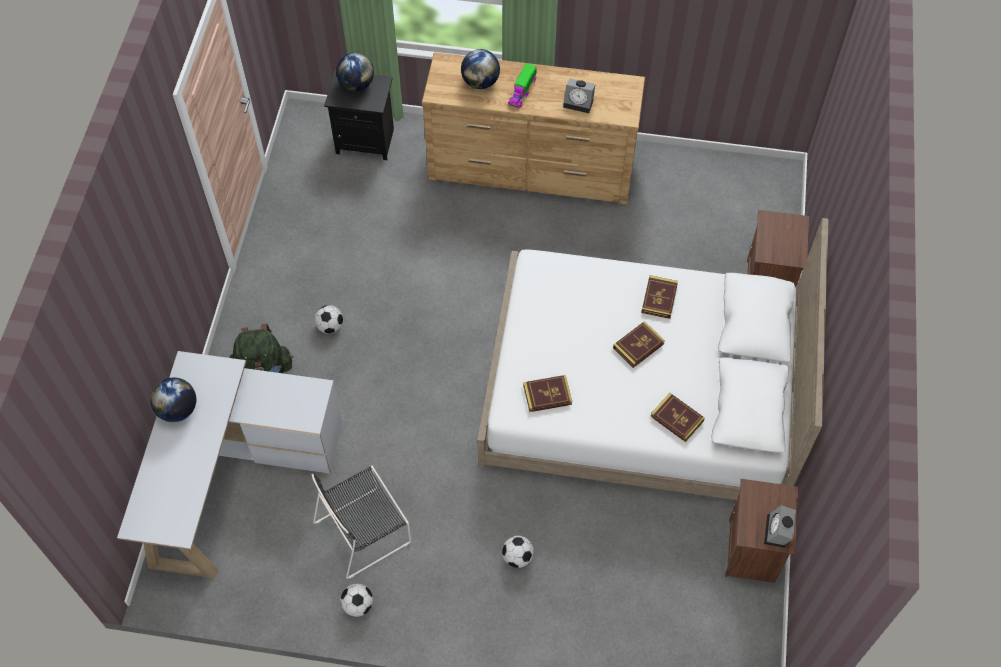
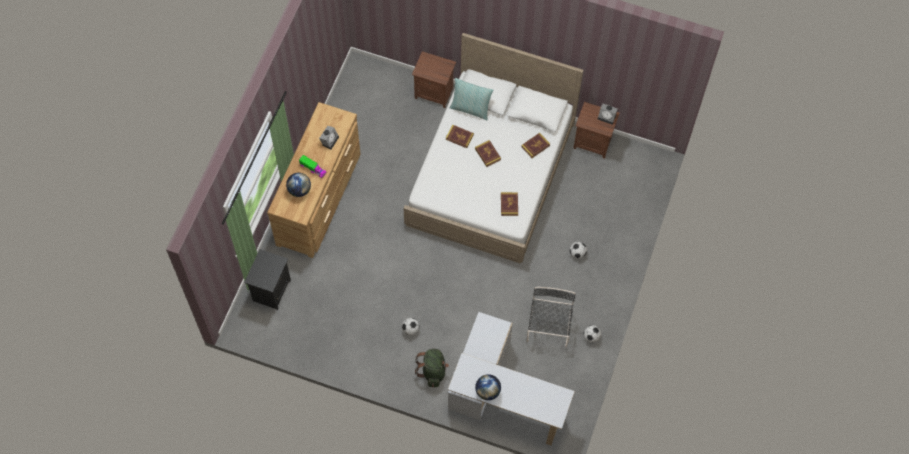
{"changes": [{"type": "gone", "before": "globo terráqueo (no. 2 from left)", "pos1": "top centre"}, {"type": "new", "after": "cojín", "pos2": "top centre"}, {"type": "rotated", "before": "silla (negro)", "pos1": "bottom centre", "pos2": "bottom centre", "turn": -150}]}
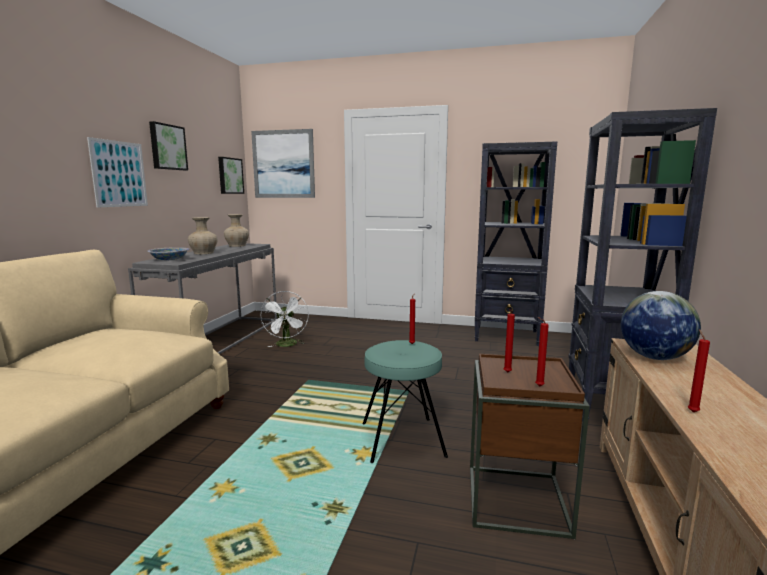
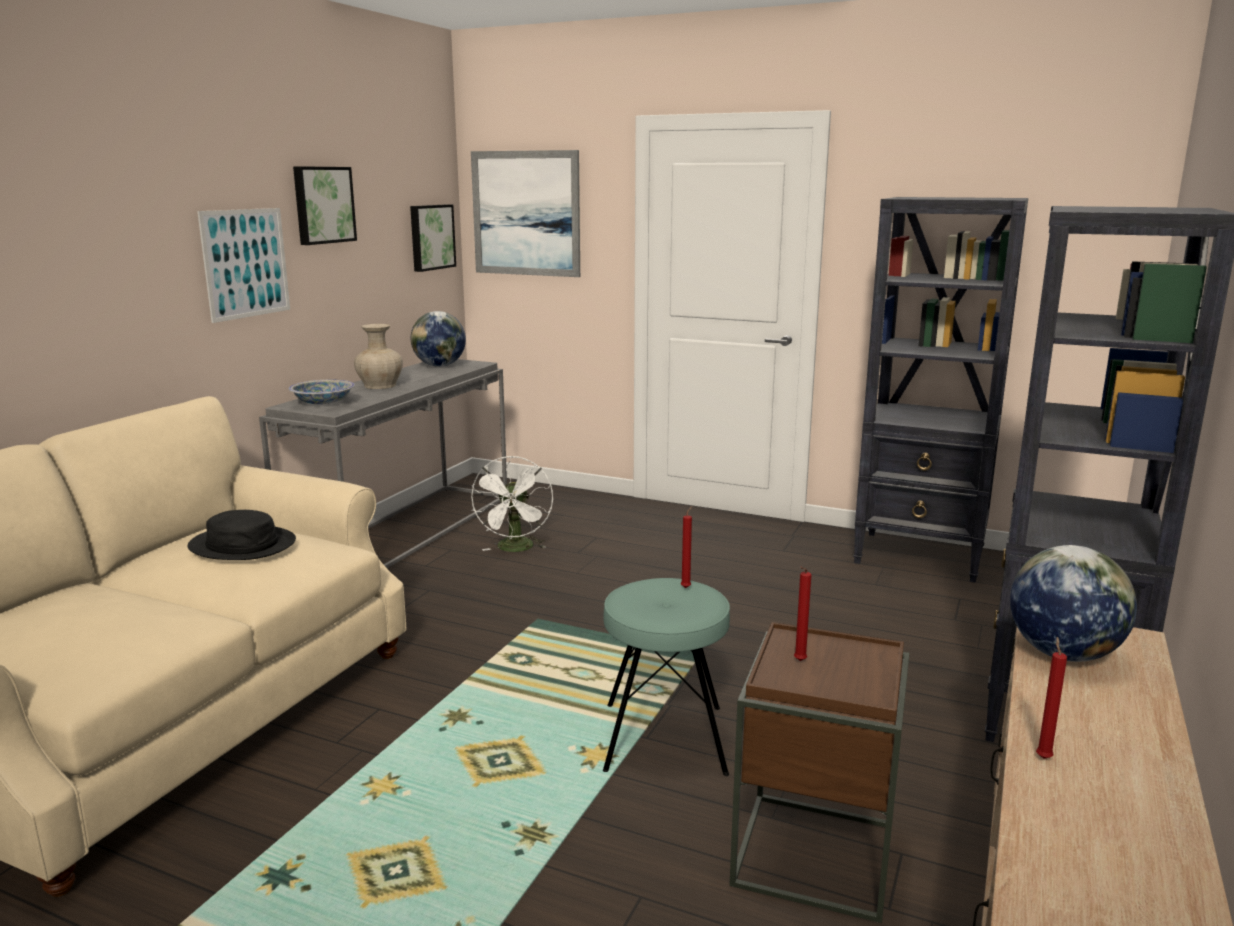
{"changes": [{"type": "gone", "before": "vela (rojo) (no. 3 from left)", "pos1": "middle right"}, {"type": "new", "after": "sombrero (negro)", "pos2": "middle left"}, {"type": "swapped", "before": "florero (beis) (no. 2 from left)", "after": "globo terráqueo (no. 1 from left)", "pos1": "middle left", "pos2": "centre"}]}
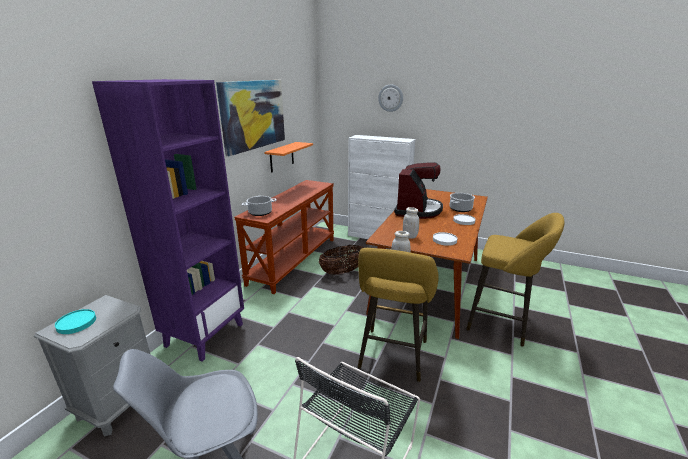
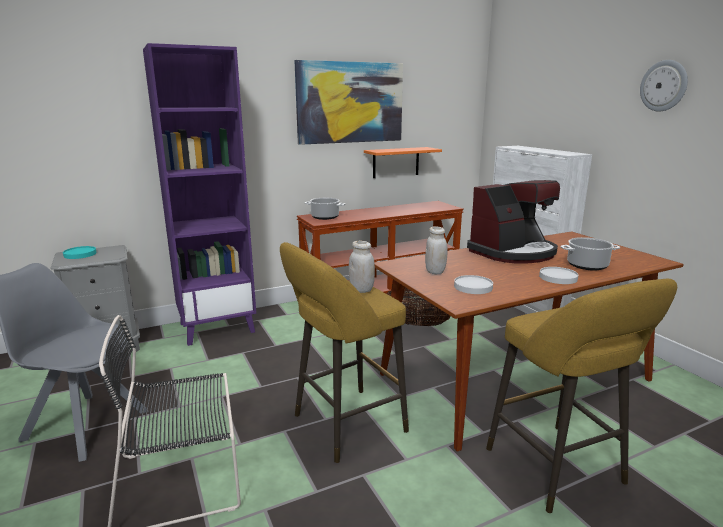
{"changes": [{"type": "shifted", "before": "reloj de pared", "pos1": "top centre", "pos2": "top right"}]}
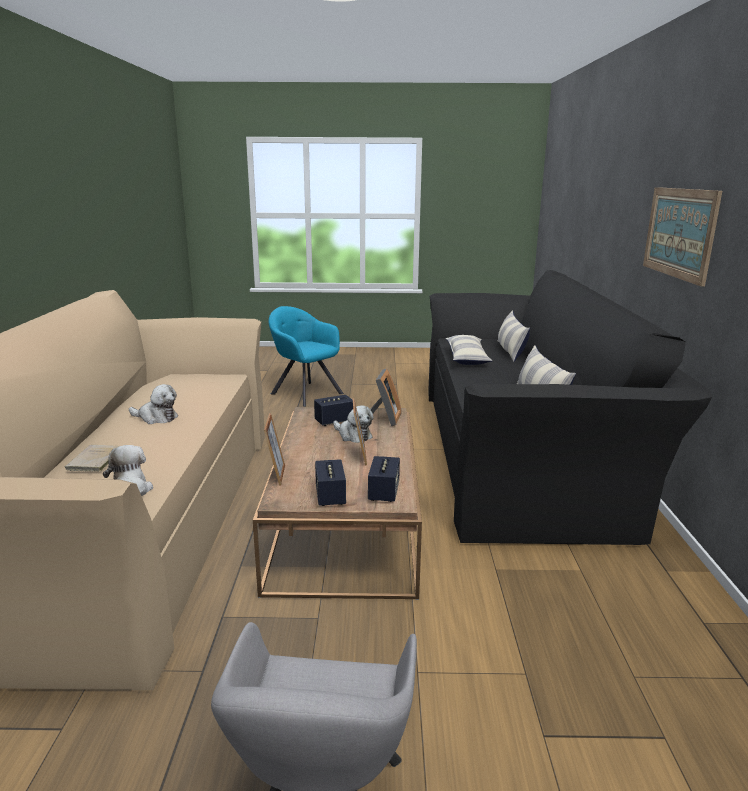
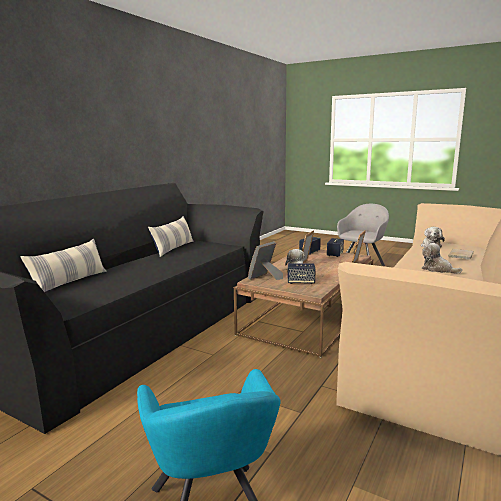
{"changes": [{"type": "gone", "before": "cojín (no. 1 from left)", "pos1": "centre"}, {"type": "gone", "before": "cuadro", "pos1": "top right"}]}
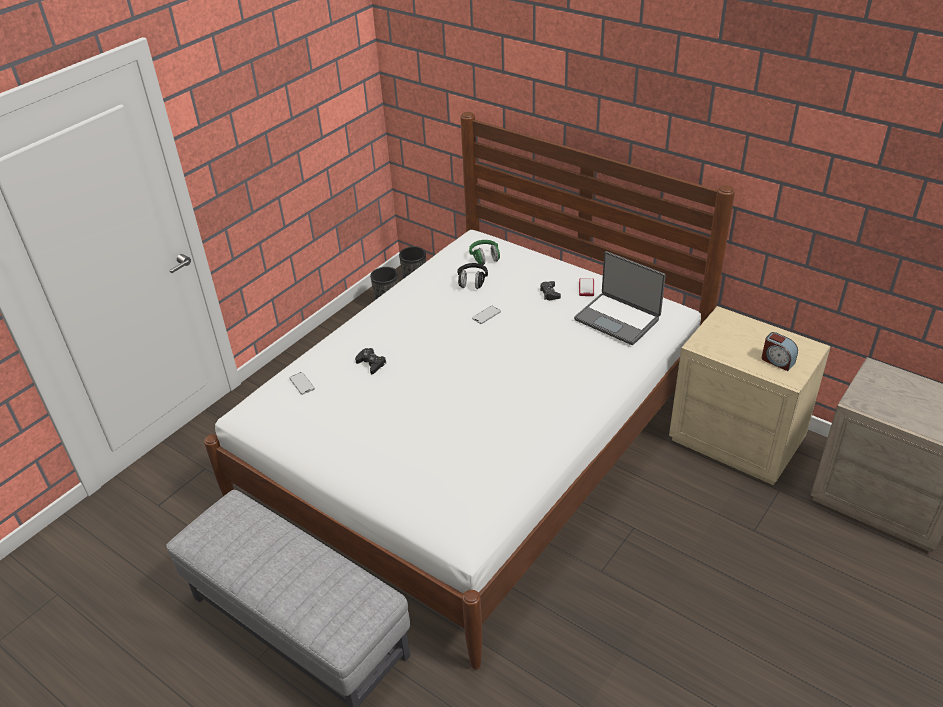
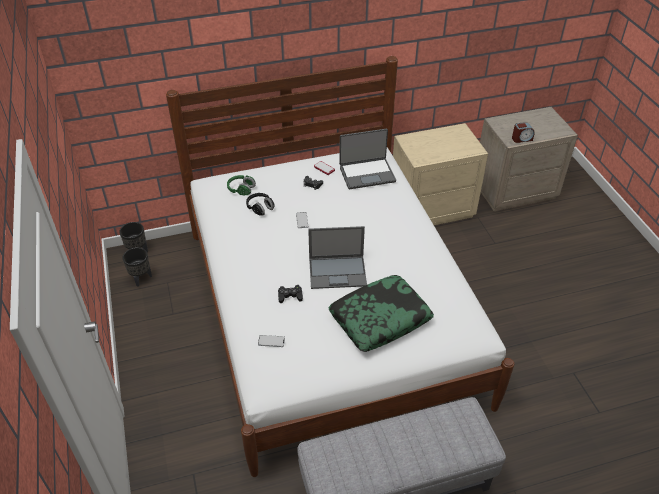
{"changes": [{"type": "new", "after": "portátil (no. 1 from left)", "pos2": "centre"}, {"type": "new", "after": "cojín", "pos2": "centre"}, {"type": "shifted", "before": "despertador", "pos1": "middle right", "pos2": "top right"}]}
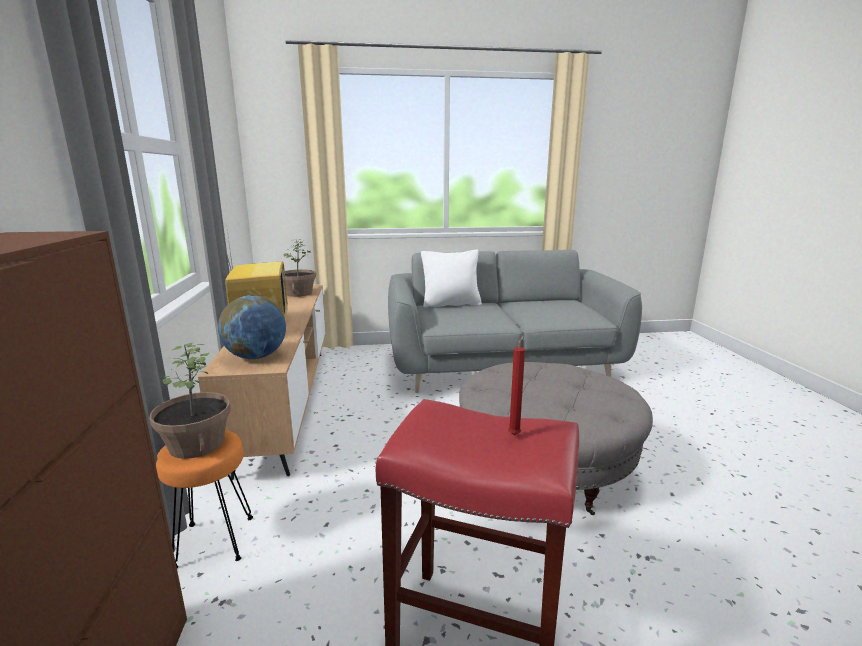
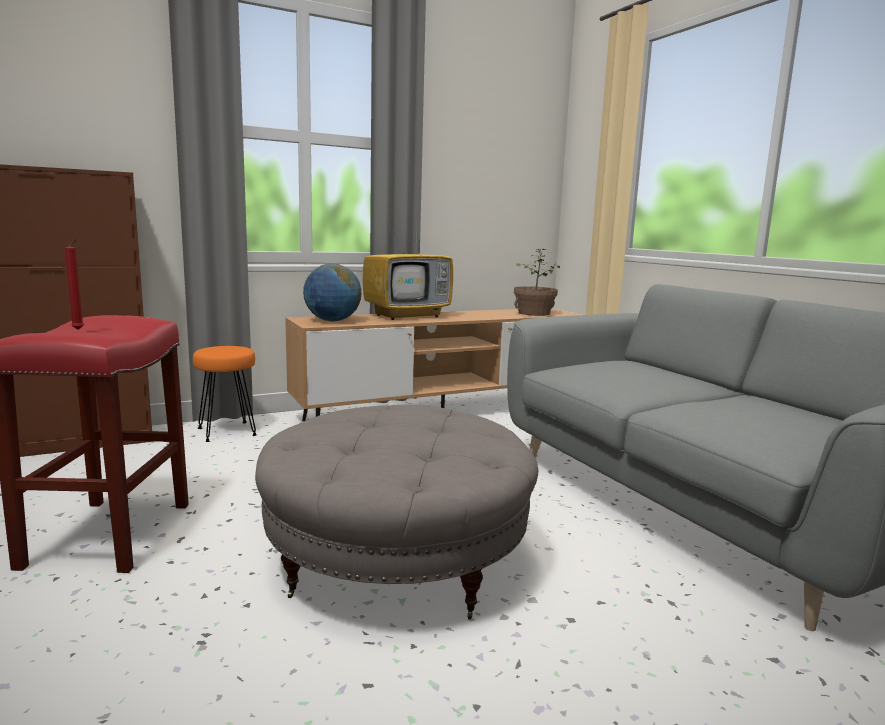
{"changes": [{"type": "gone", "before": "planta en maceta (no. 1 from left)", "pos1": "middle left"}, {"type": "gone", "before": "cojín (blanco)", "pos1": "centre"}]}
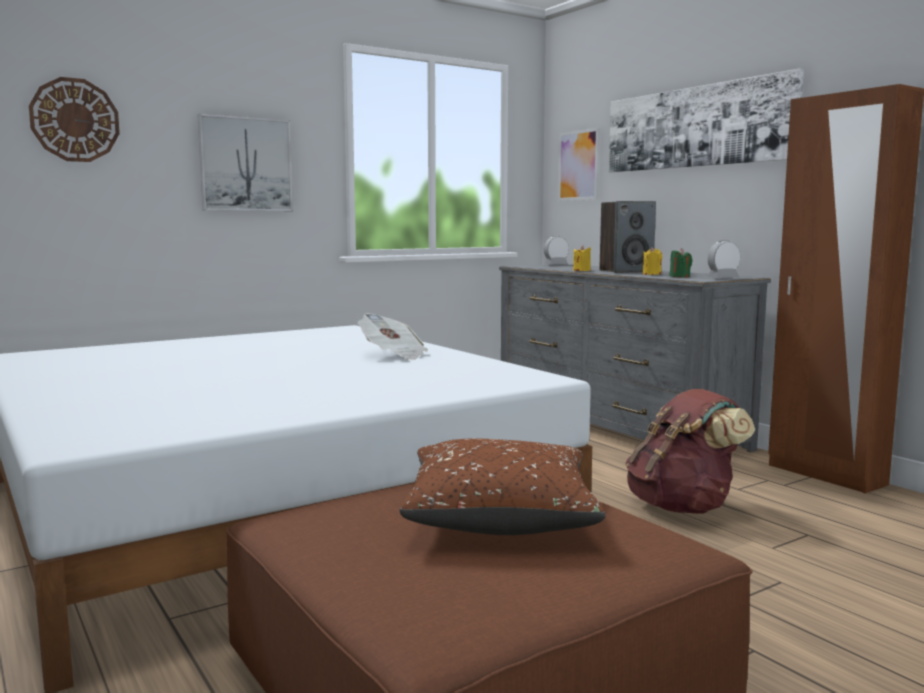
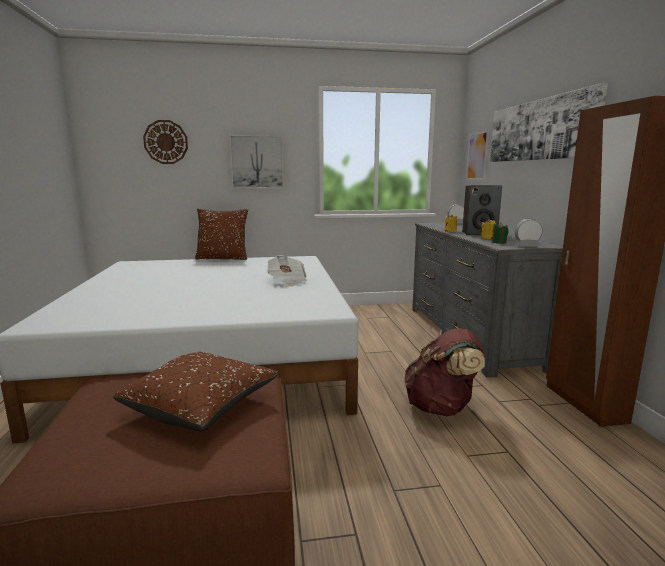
{"changes": [{"type": "new", "after": "cojín (marrón) (no. 2 from left)", "pos2": "middle left"}]}
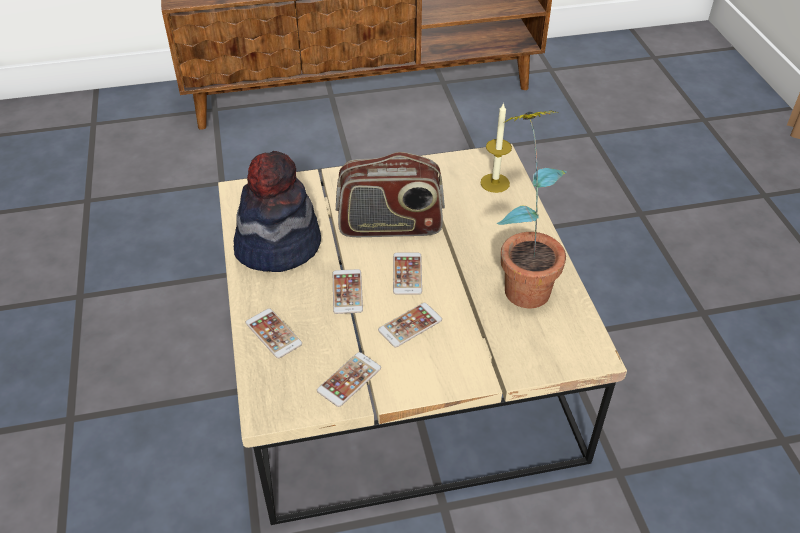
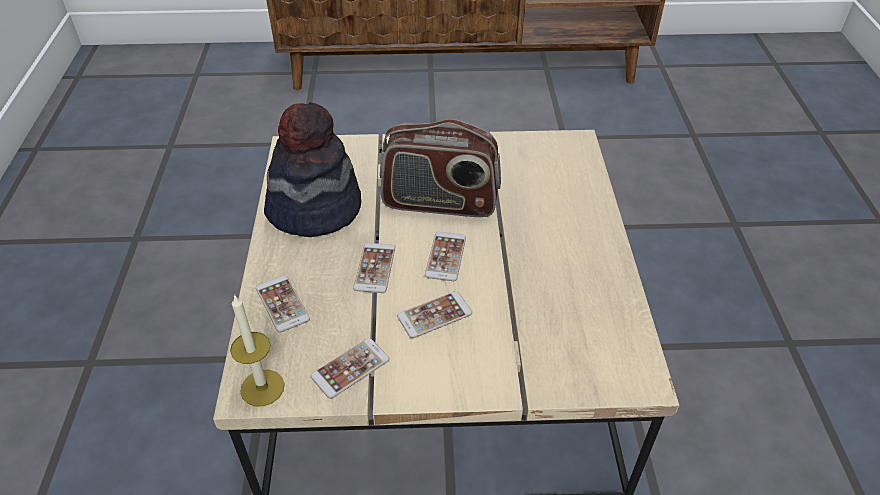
{"changes": [{"type": "gone", "before": "planta en maceta", "pos1": "centre"}, {"type": "shifted", "before": "vela", "pos1": "top centre", "pos2": "bottom left"}]}
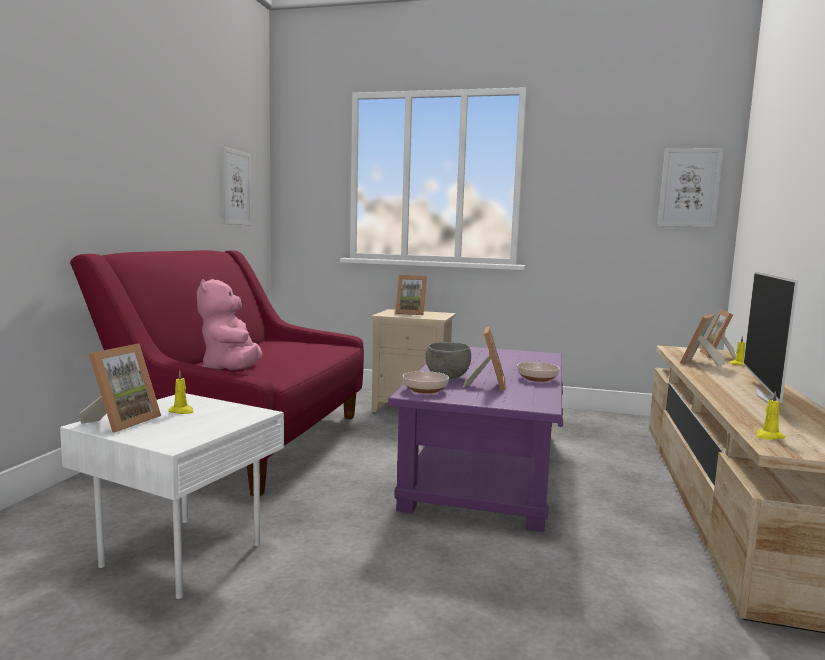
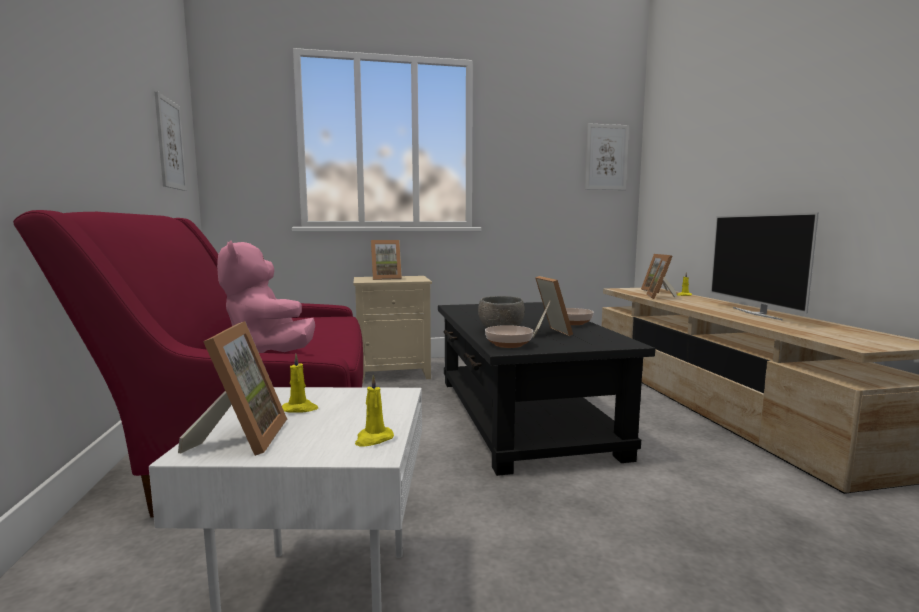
{"changes": [{"type": "shifted", "before": "vela (amarillo) (no. 3 from left in the first image)", "after": "vela (amarillo) (no. 2 from left)", "pos1": "middle right", "pos2": "bottom centre"}, {"type": "repainted", "before": "mesa de centro (morado)", "after": "mesa de centro (negro)", "pos1": "centre", "pos2": "centre"}]}
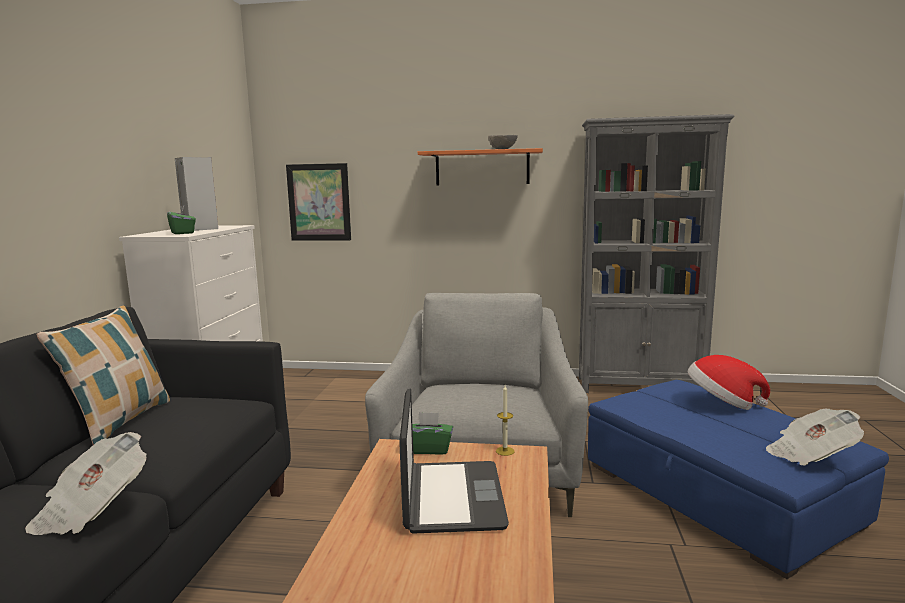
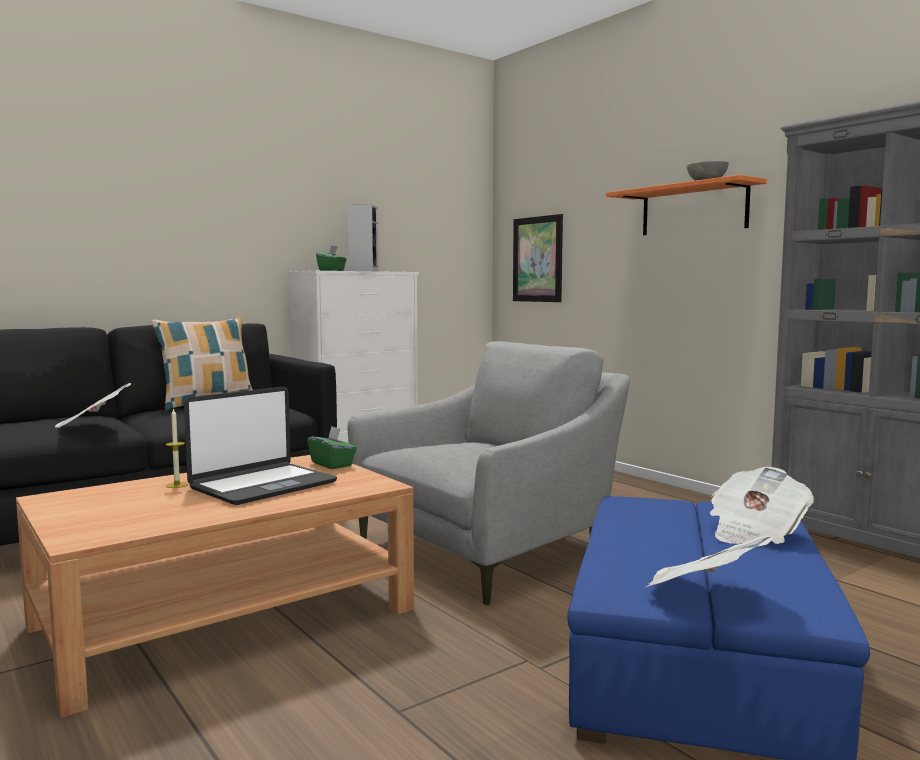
{"changes": [{"type": "shifted", "before": "vela", "pos1": "bottom centre", "pos2": "middle left"}, {"type": "swapped", "before": "sombrero", "after": "periódico (no. 3 from left)", "pos1": "middle right", "pos2": "middle right"}]}
